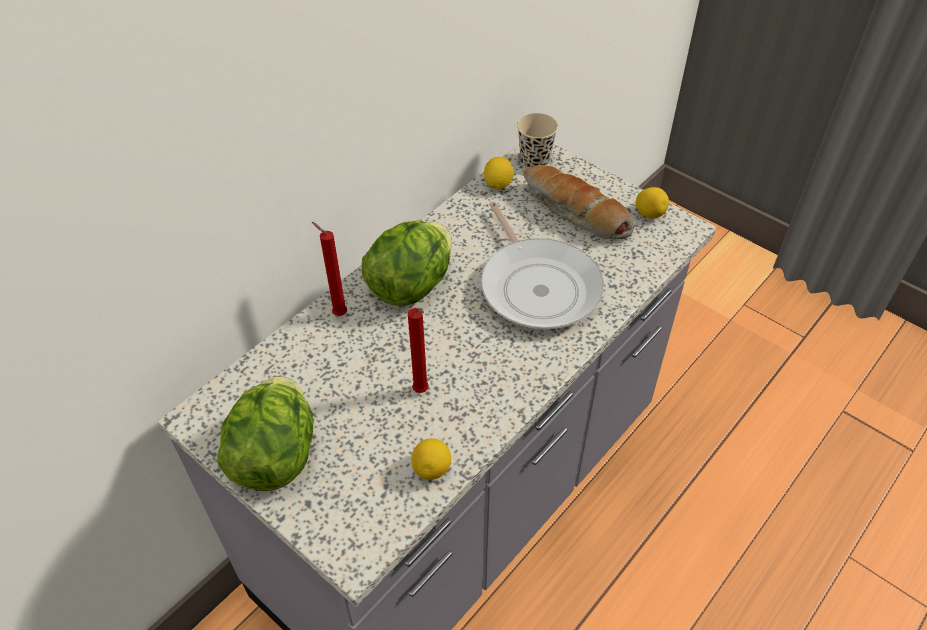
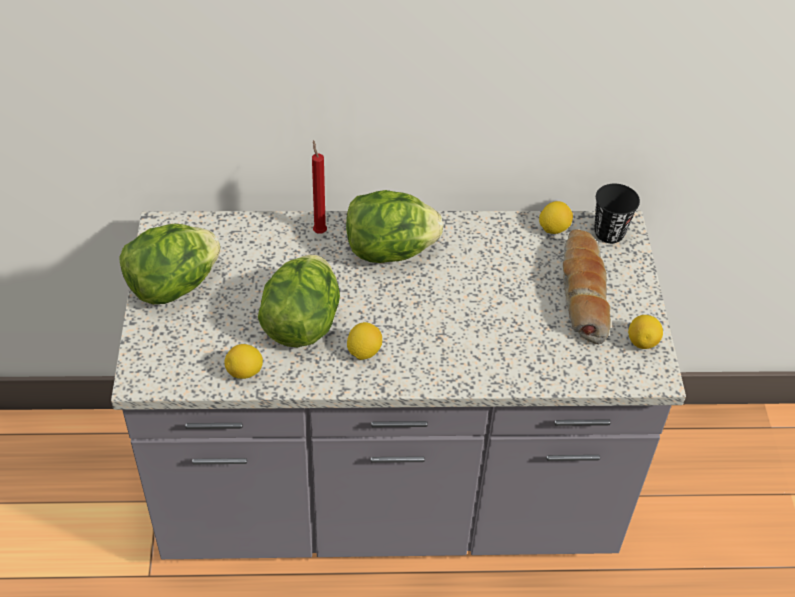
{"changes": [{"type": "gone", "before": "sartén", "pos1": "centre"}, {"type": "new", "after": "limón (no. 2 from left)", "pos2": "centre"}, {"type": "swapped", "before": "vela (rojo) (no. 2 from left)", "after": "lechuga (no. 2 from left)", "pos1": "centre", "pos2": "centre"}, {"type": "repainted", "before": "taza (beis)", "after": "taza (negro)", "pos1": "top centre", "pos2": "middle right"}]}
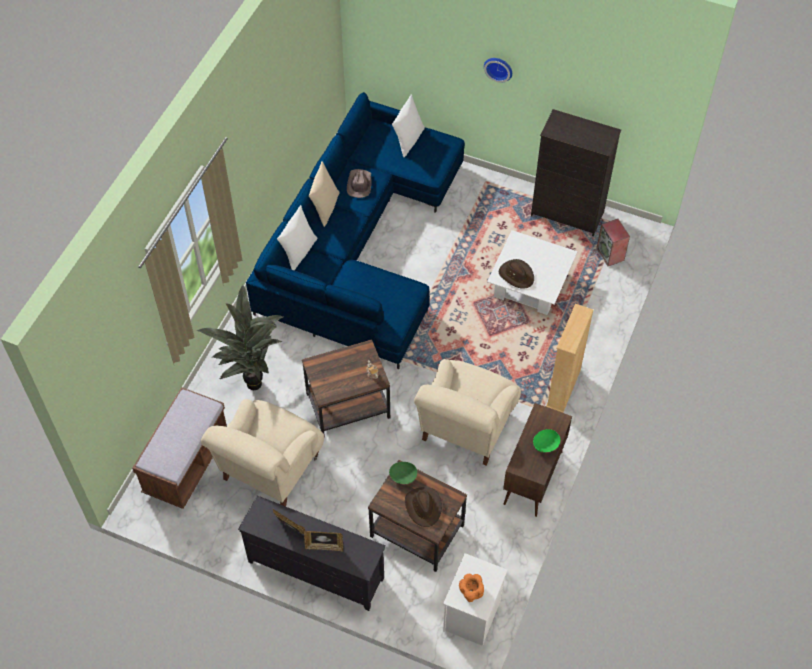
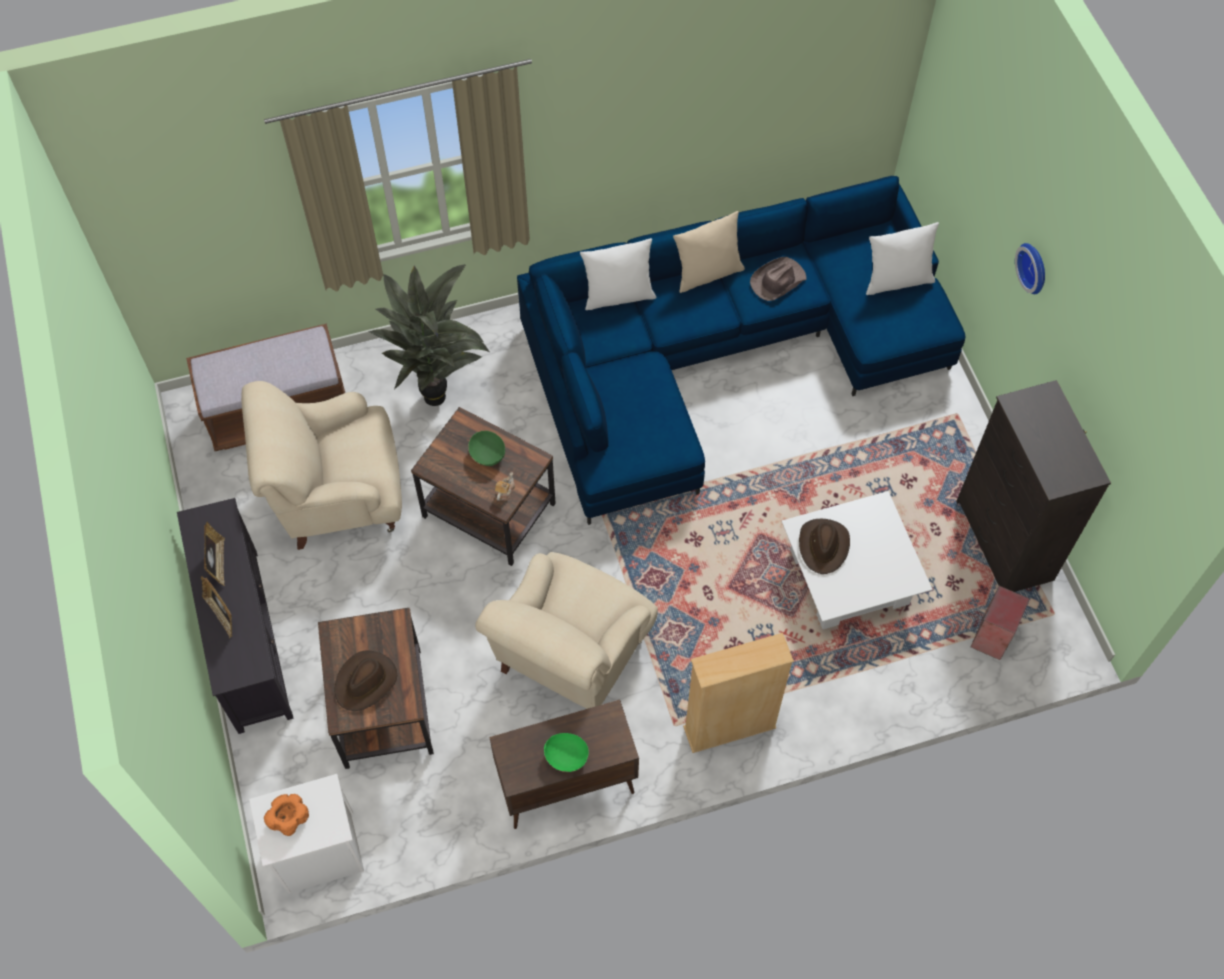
{"changes": [{"type": "shifted", "before": "cuenco (verde) (no. 1 from left)", "pos1": "bottom centre", "pos2": "centre"}, {"type": "rotated", "before": "sillón (beis) (no. 2 from left)", "pos1": "centre", "pos2": "centre", "turn": -45}]}
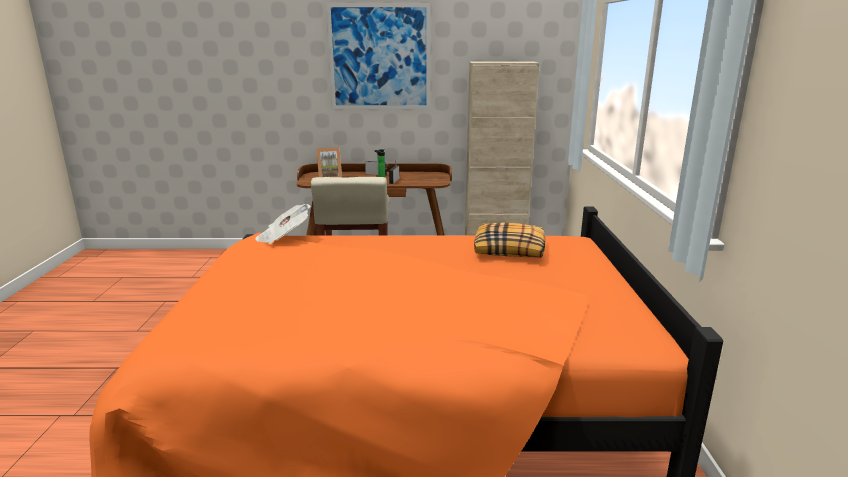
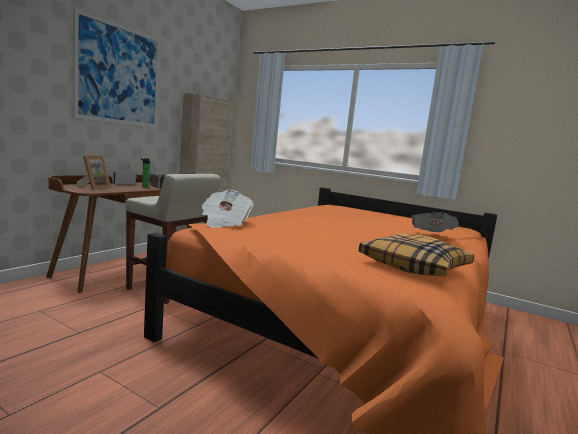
{"changes": [{"type": "new", "after": "periódico (no. 2 from left)", "pos2": "middle right"}, {"type": "shifted", "before": "cojín", "pos1": "centre", "pos2": "middle right"}]}
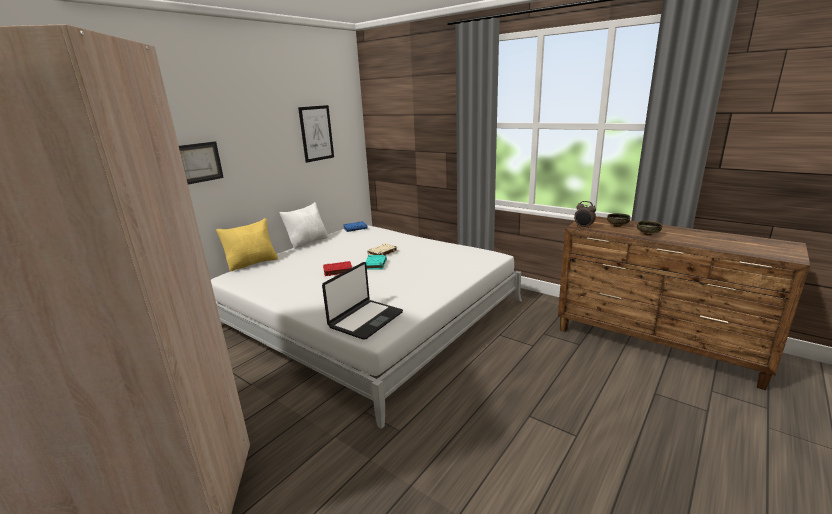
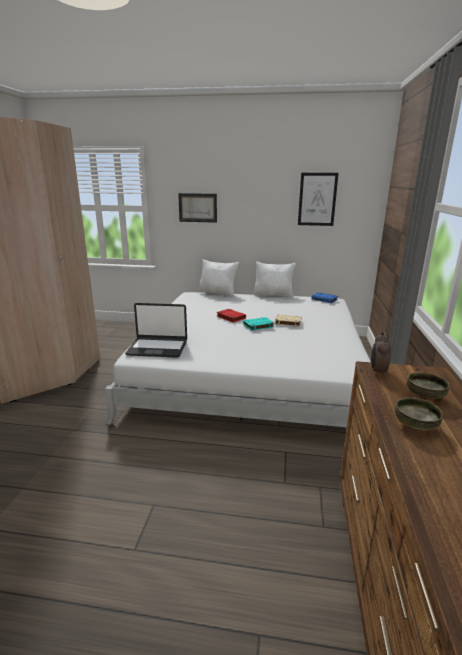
{"changes": [{"type": "repainted", "before": "cojín (amarillo)", "after": "cojín (blanco) (no. 1 from left)", "pos1": "middle left", "pos2": "centre"}]}
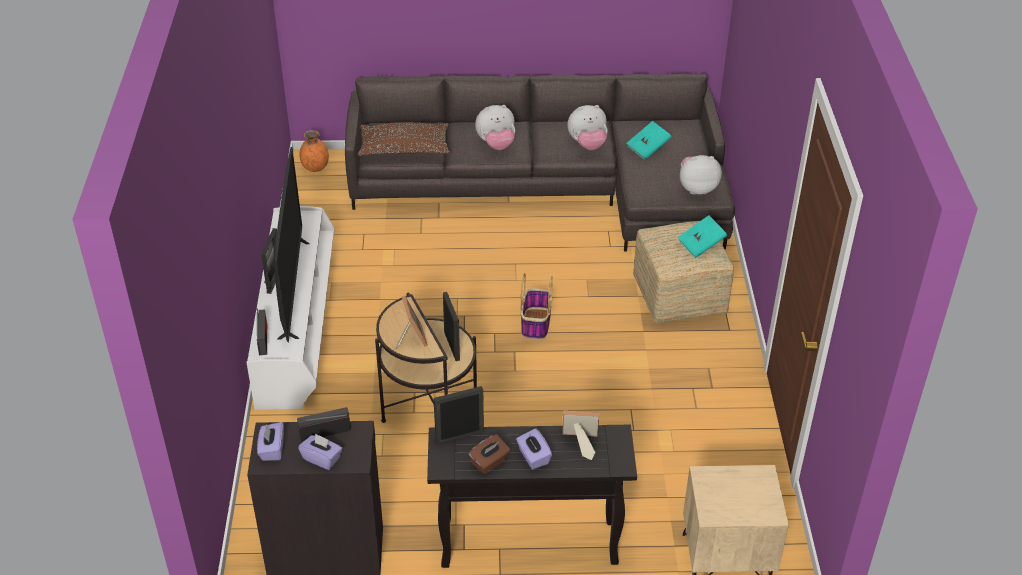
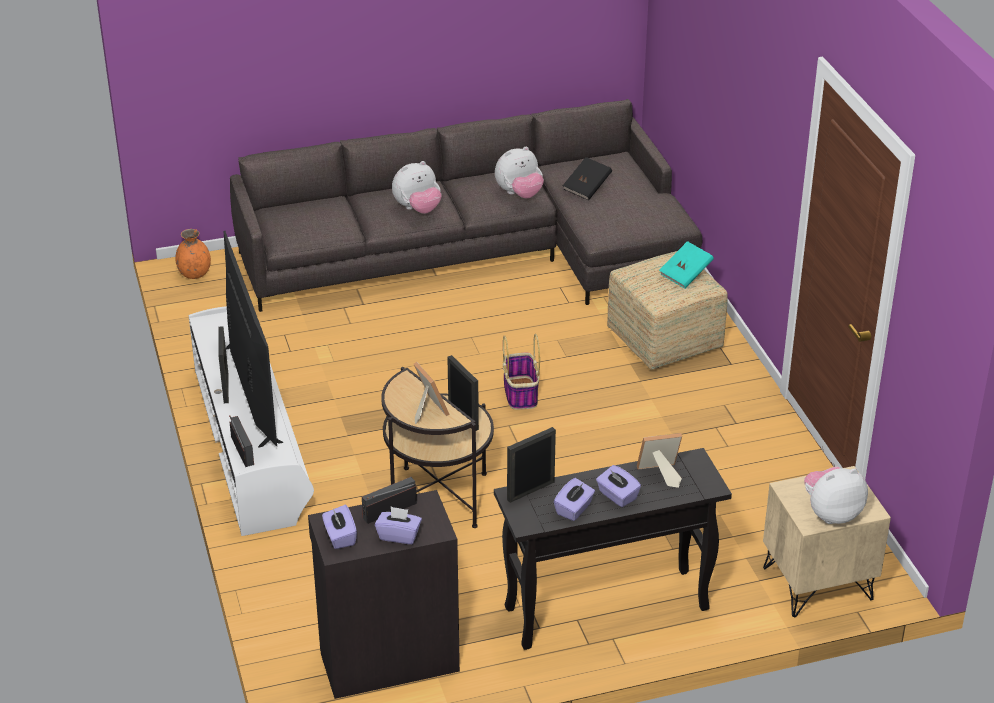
{"changes": [{"type": "gone", "before": "cojín (marrón)", "pos1": "top centre"}, {"type": "shifted", "before": "peluche (no. 3 from left)", "pos1": "top right", "pos2": "bottom right"}, {"type": "repainted", "before": "caja de pañuelos (marrón)", "after": "caja de pañuelos (morado) (no. 3 from left)", "pos1": "bottom centre", "pos2": "bottom centre"}, {"type": "repainted", "before": "libro (turquesa) (no. 1 from left)", "after": "libro (negro)", "pos1": "top centre", "pos2": "top centre"}]}
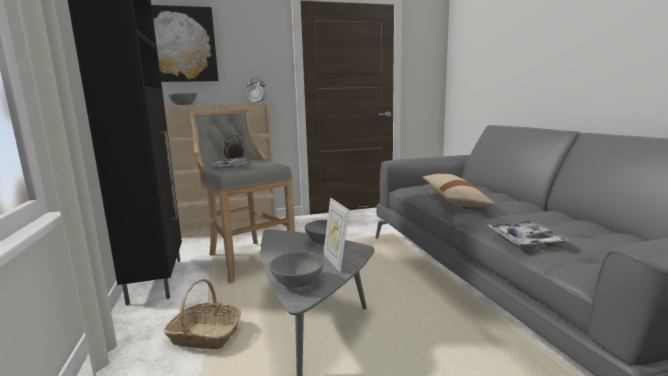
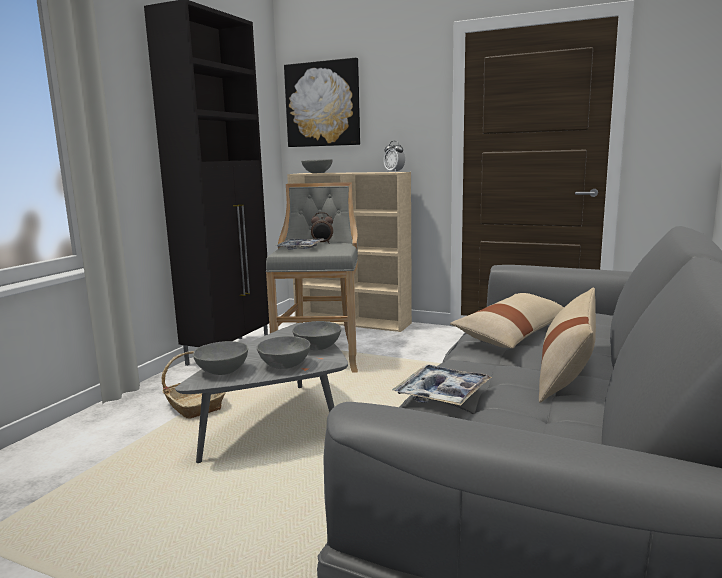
{"changes": [{"type": "new", "after": "cojín (beis) (no. 2 from left)", "pos2": "middle right"}, {"type": "swapped", "before": "portarretratos", "after": "cuenco (gris) (no. 2 from left)", "pos1": "centre", "pos2": "centre"}]}
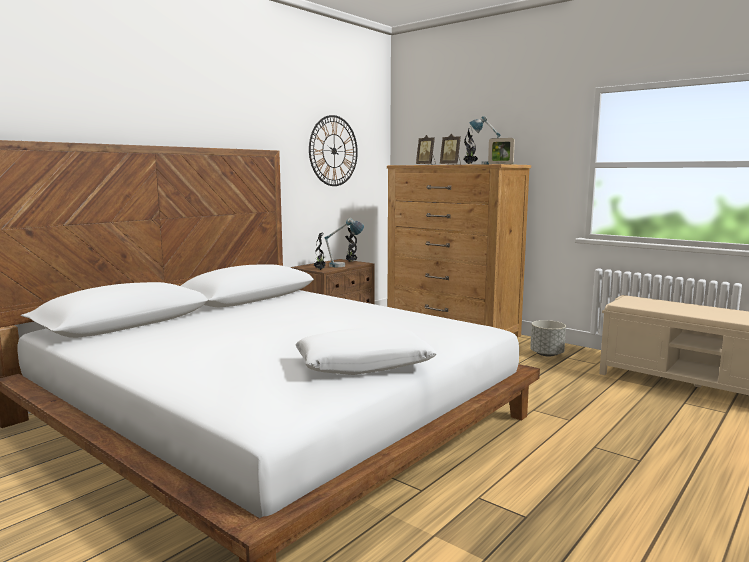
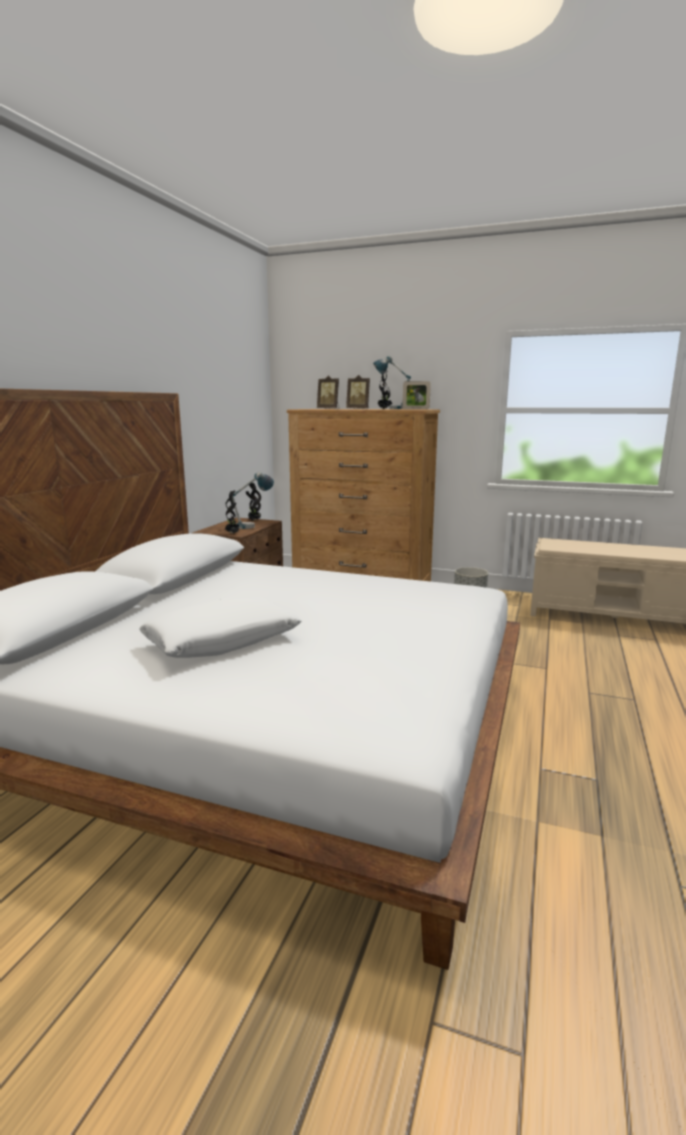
{"changes": [{"type": "gone", "before": "reloj de pared", "pos1": "top centre"}, {"type": "shifted", "before": "cojín (blanco)", "pos1": "centre", "pos2": "middle left"}]}
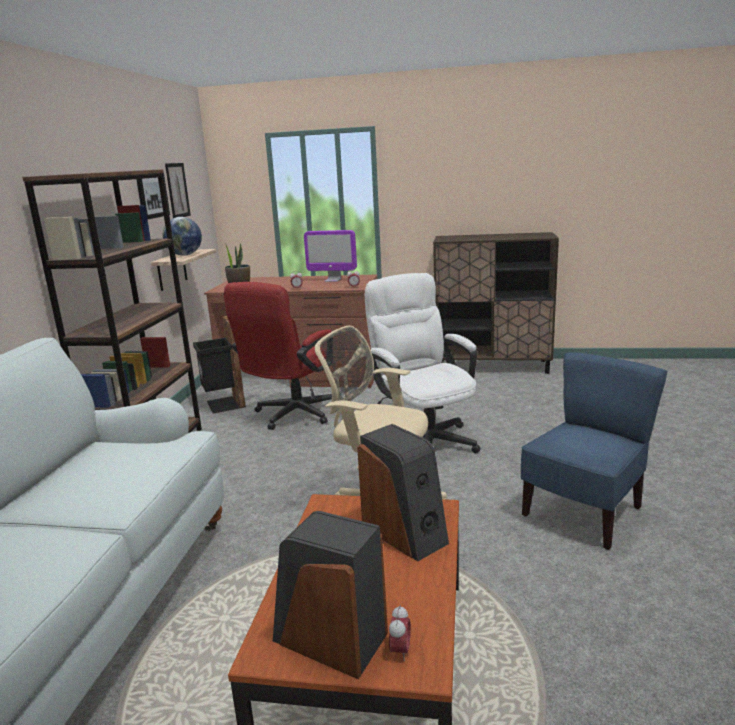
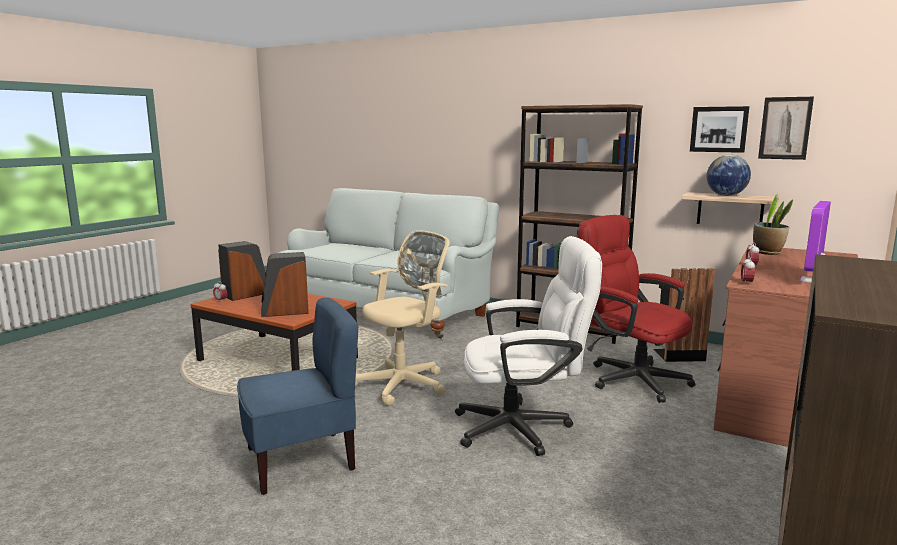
{"changes": [{"type": "rotated", "before": "silla (azul)", "pos1": "middle right", "pos2": "bottom left", "turn": -90}]}
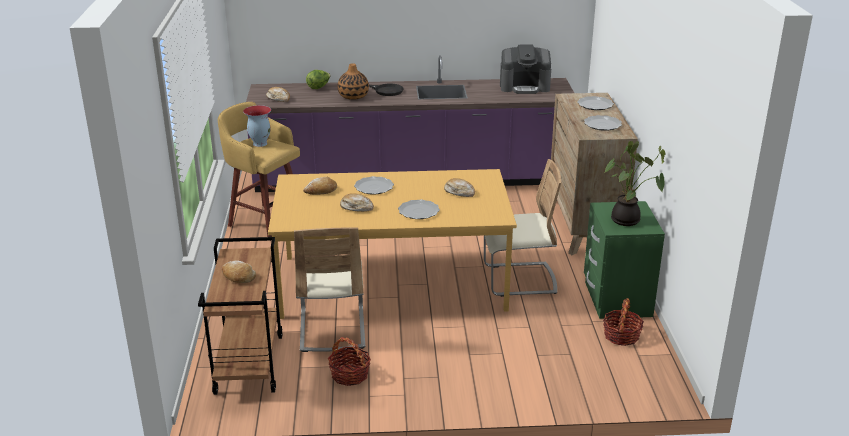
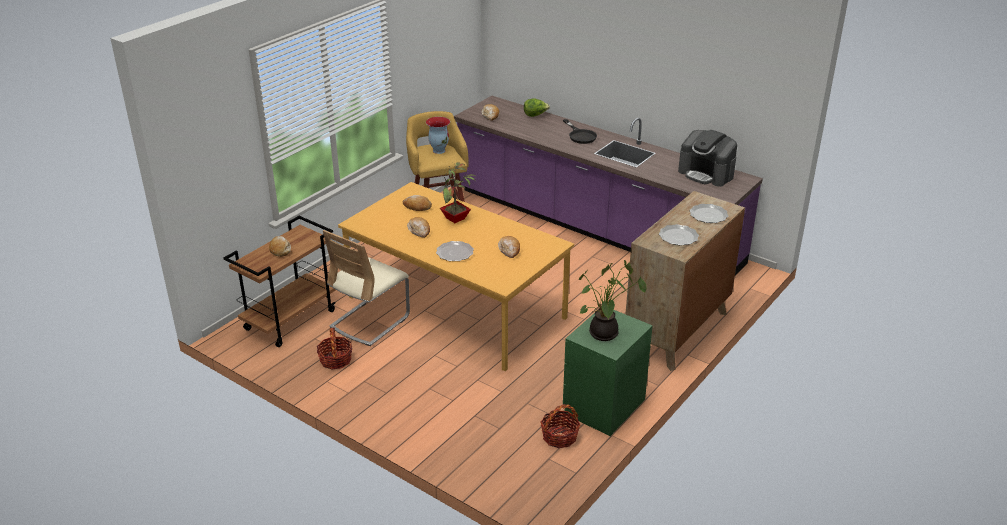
{"changes": [{"type": "gone", "before": "florero (no. 2 from left)", "pos1": "top centre"}, {"type": "gone", "before": "silla (beis) (no. 2 from left)", "pos1": "centre"}, {"type": "swapped", "before": "plato (no. 1 from left)", "after": "planta en maceta (no. 1 from left)", "pos1": "centre", "pos2": "centre"}]}
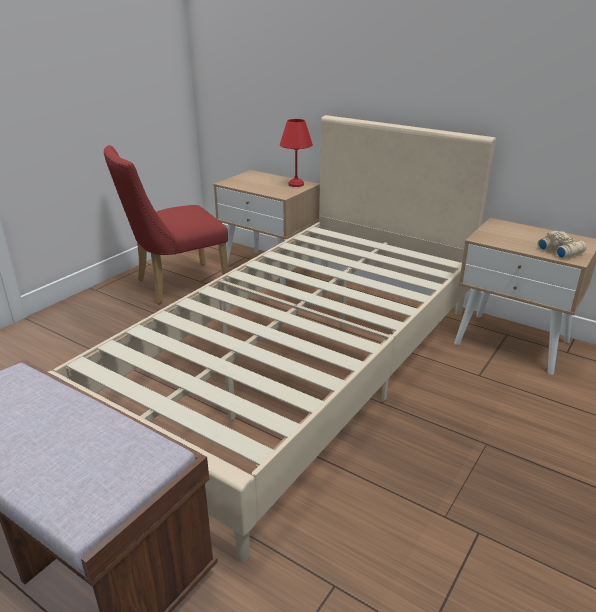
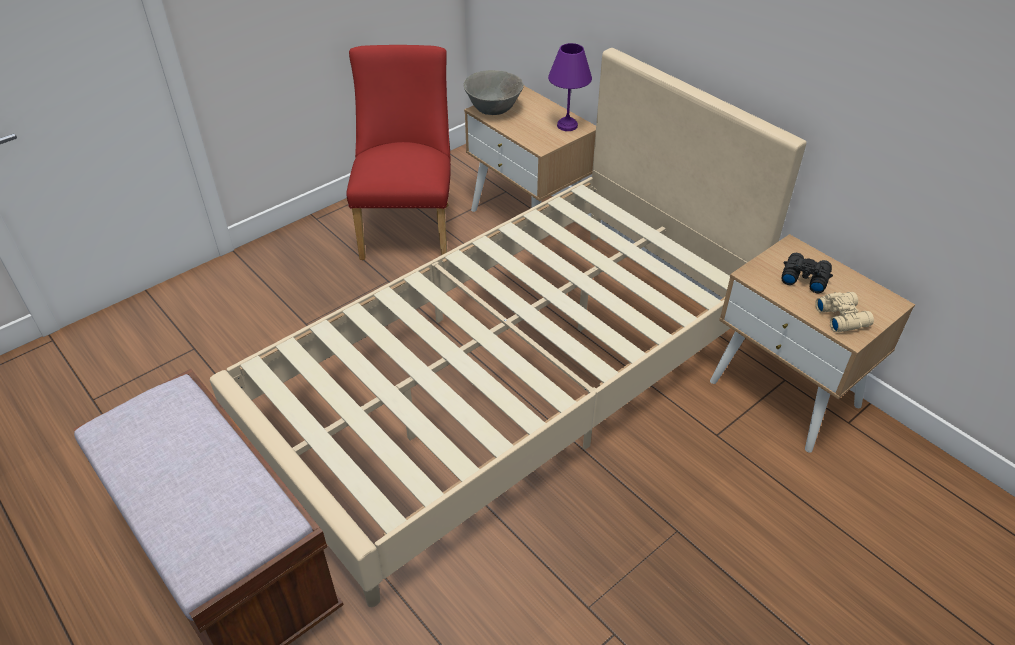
{"changes": [{"type": "new", "after": "cuenco (gris)", "pos2": "top centre"}, {"type": "new", "after": "prismáticos (negro)", "pos2": "middle right"}, {"type": "repainted", "before": "lámpara de mesa (rojo)", "after": "lámpara de mesa (morado)", "pos1": "top centre", "pos2": "top centre"}, {"type": "rotated", "before": "silla (rojo)", "pos1": "middle left", "pos2": "top centre", "turn": 105}]}
